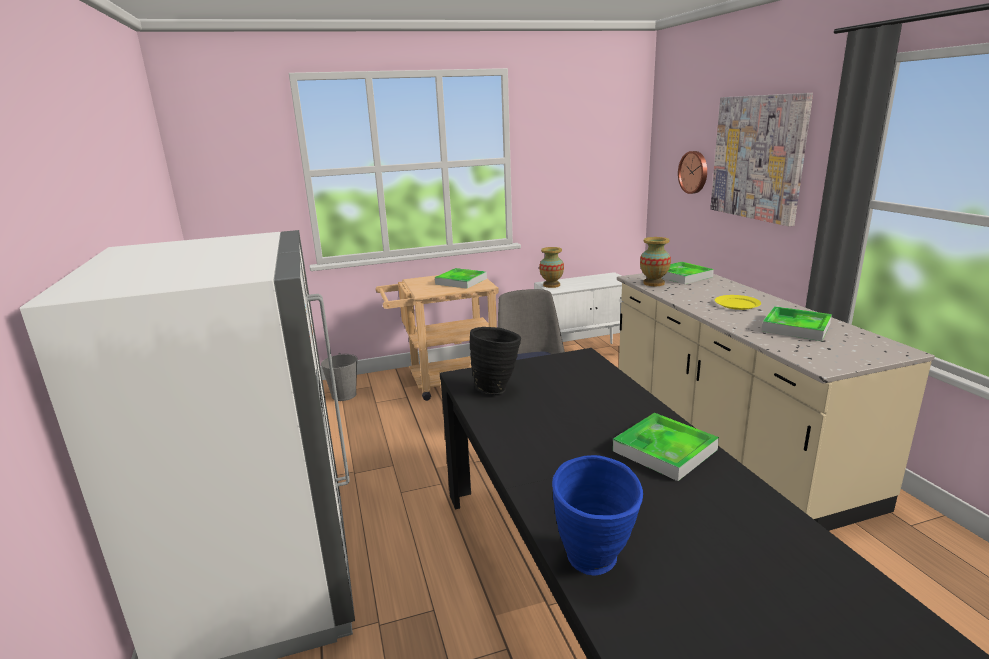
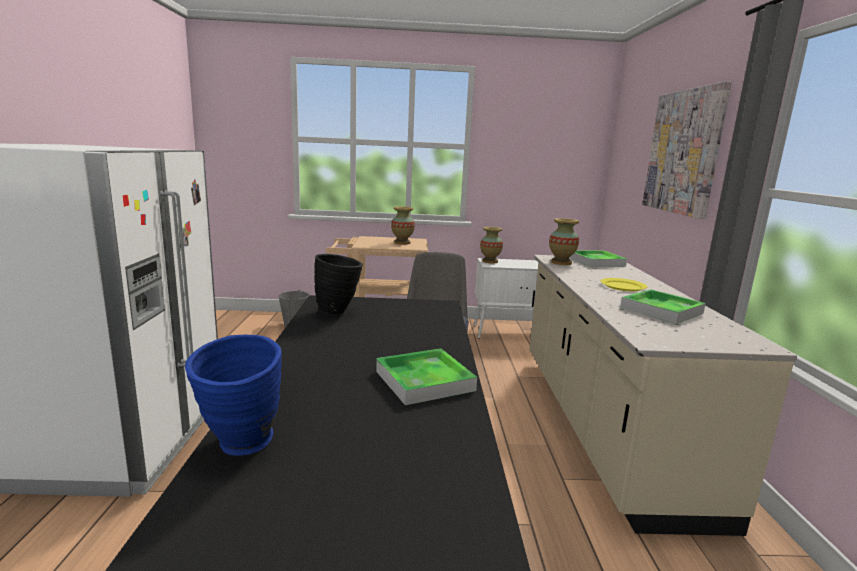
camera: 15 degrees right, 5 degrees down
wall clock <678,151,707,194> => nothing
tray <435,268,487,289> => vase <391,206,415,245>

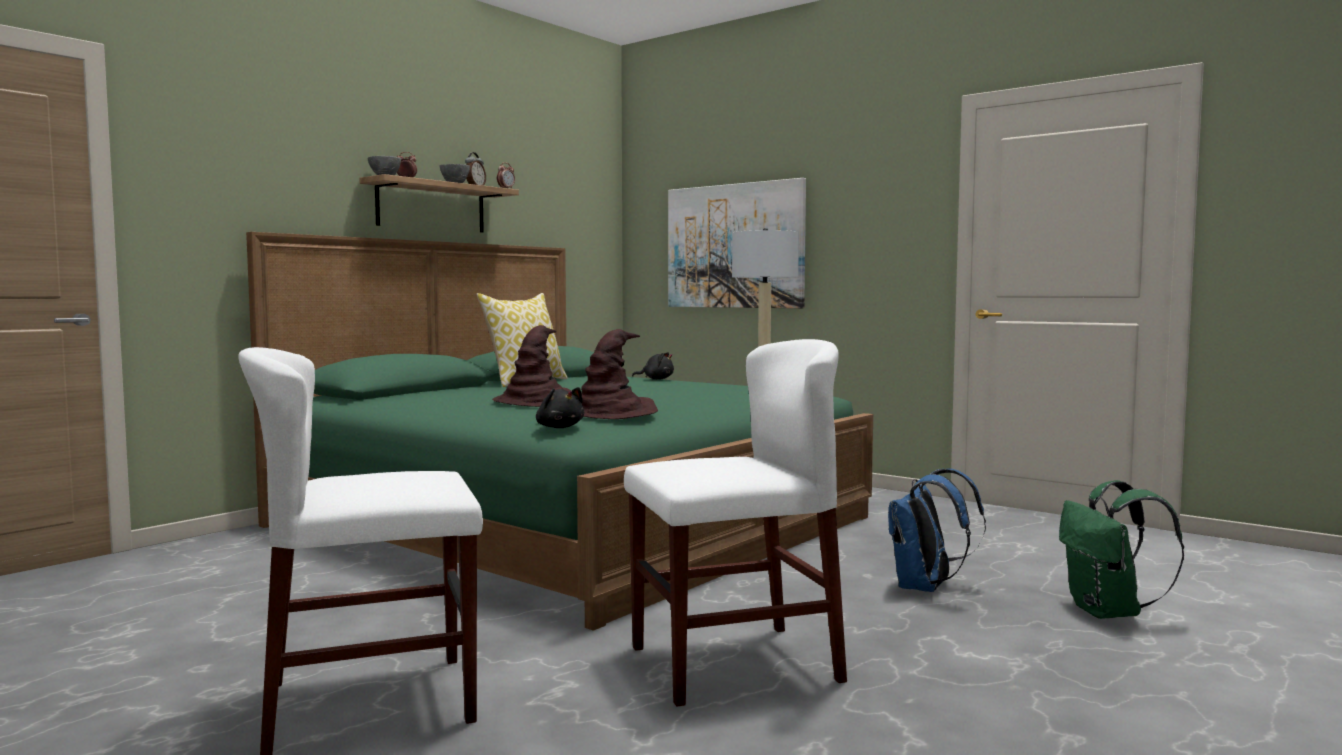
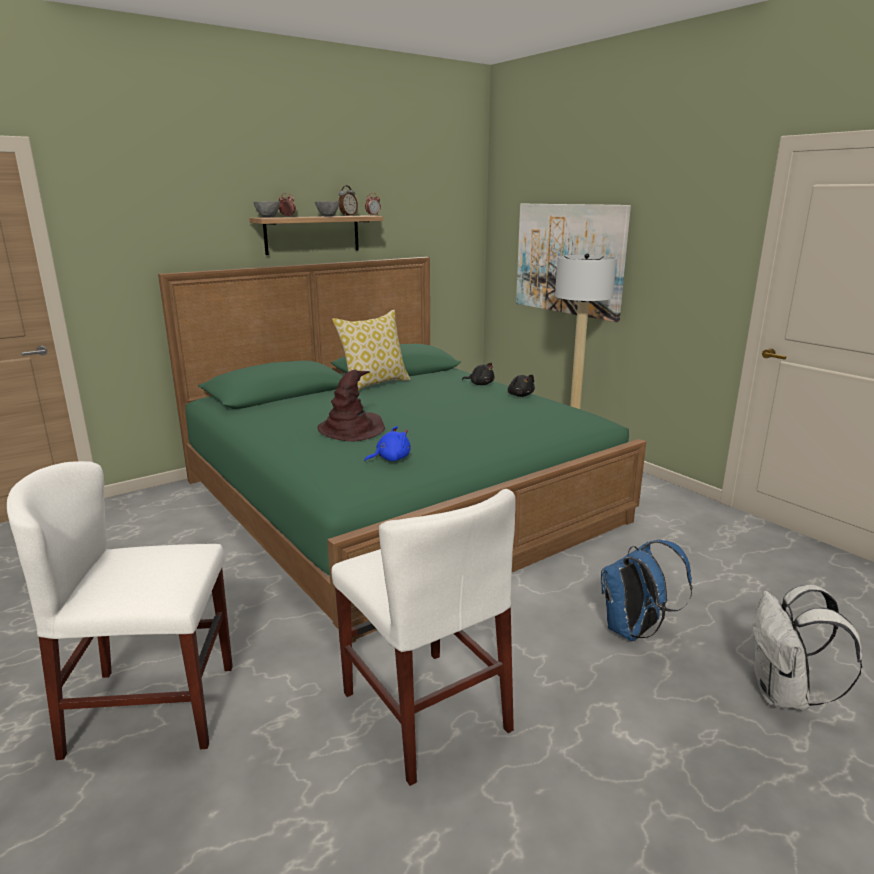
camera: 15 degrees right, 15 degrees up
black plush toy <536,387,584,428> => black plush toy <508,375,535,397>, shifted
brown hat <581,329,658,419> => blue plush toy <364,426,411,462>
green backpack <1059,480,1184,619> => white backpack <753,585,862,710>
white chair <624,339,847,707> => white chair <331,489,516,786>, 60 degrees clockwise

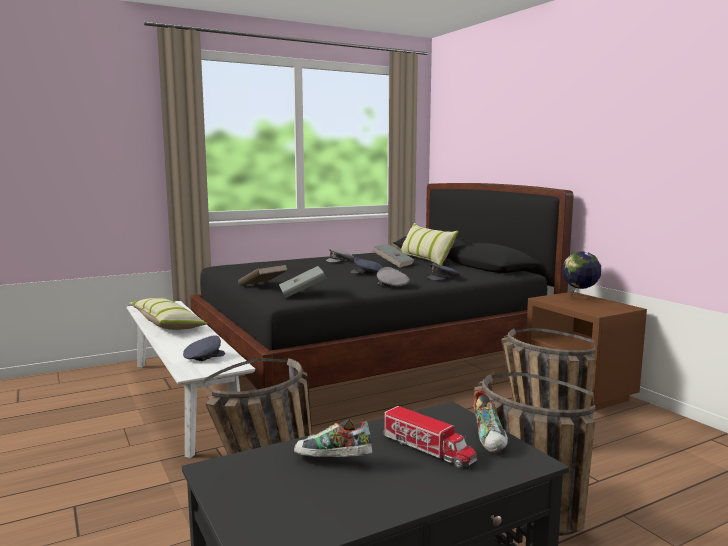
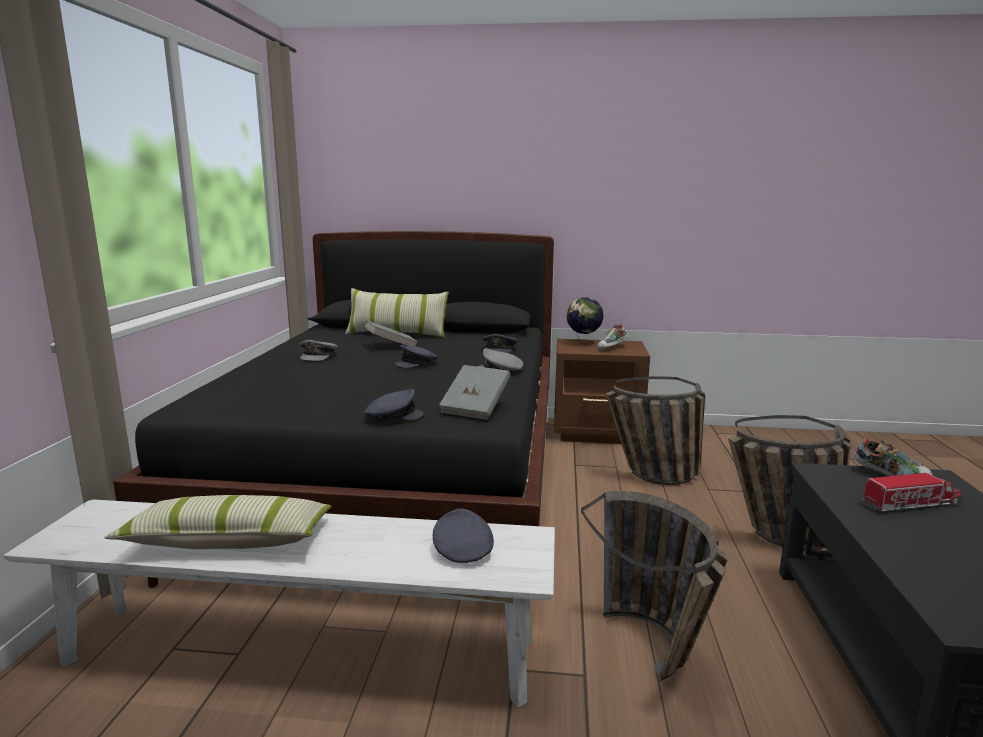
camera: 55 degrees left, 5 degrees up
shoe <294,418,372,457> => shoe <597,324,628,350>, shifted
brown book <238,264,288,286> => grey cap <364,389,424,421>

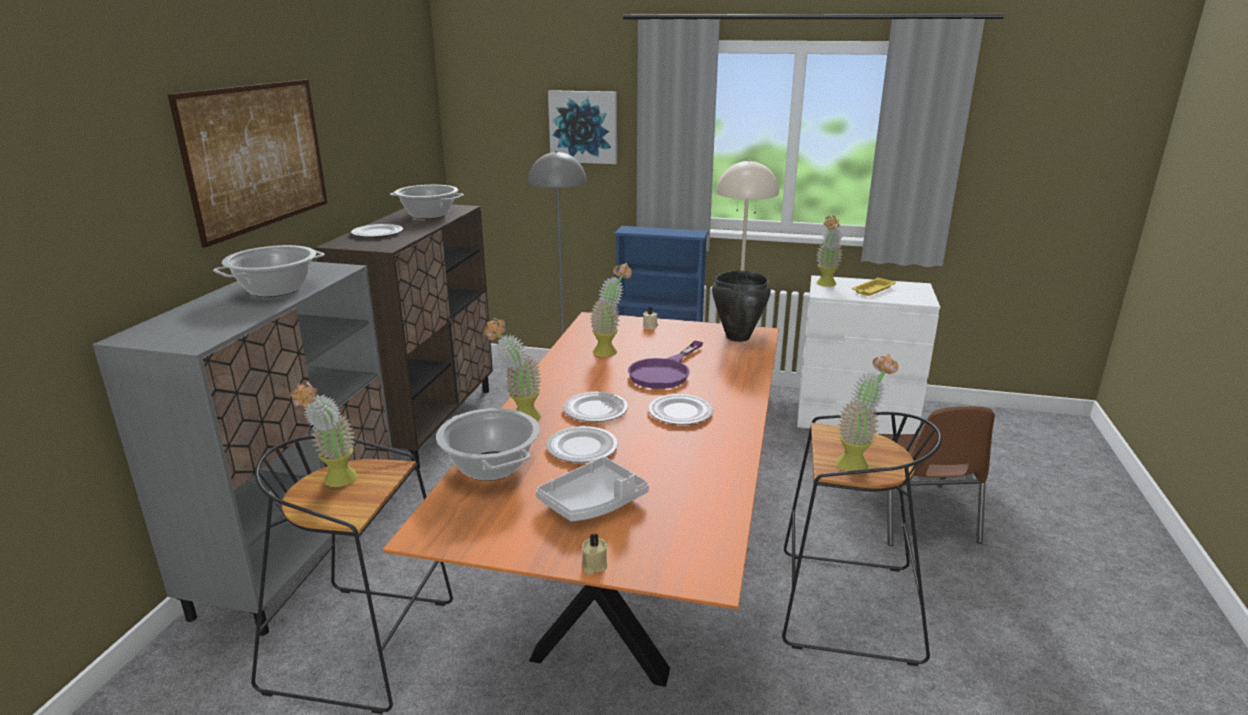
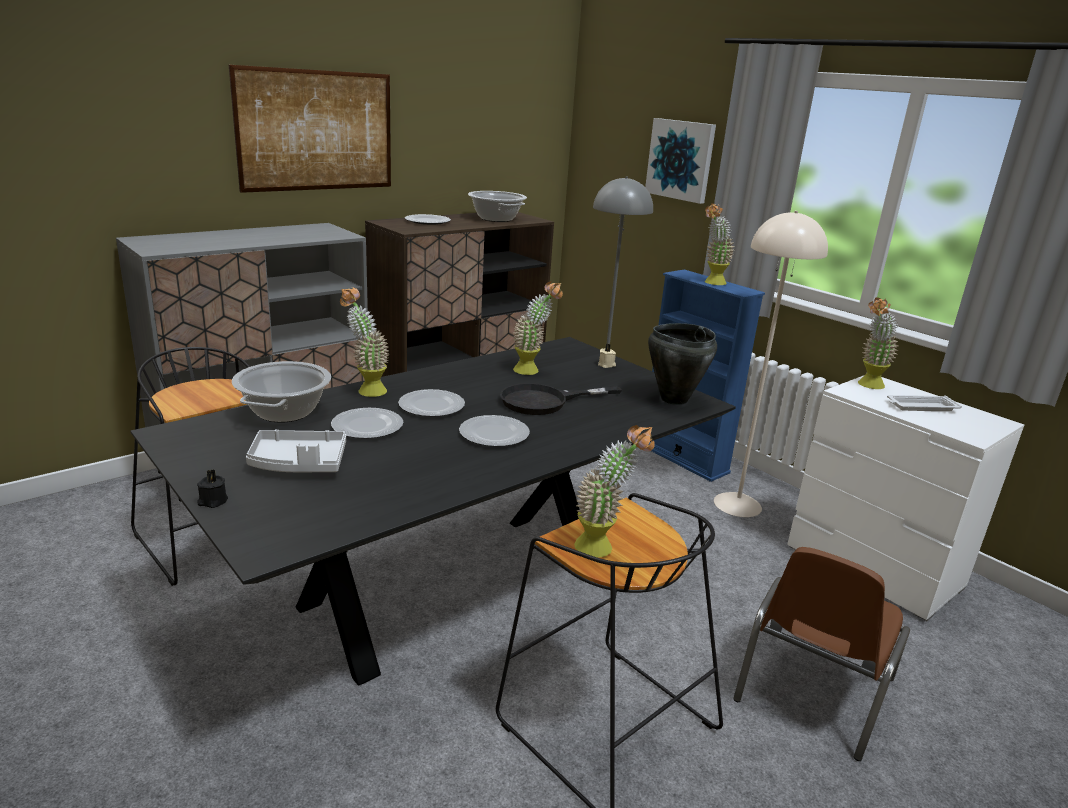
camera: 35 degrees right, 0 degrees up
cooking pot <213,245,325,297> => nothing
potted plant <289,382,358,487> => potted plant <705,203,734,285>, shifted
orange dining table <383,312,779,687> => black dining table <130,337,736,686>
beige candle <582,533,608,575> => black candle <197,469,228,508>
purple frying pan <628,341,703,389> => black frying pan <500,383,622,415>
yellow tray <852,277,896,296> => white tray <887,395,962,411>

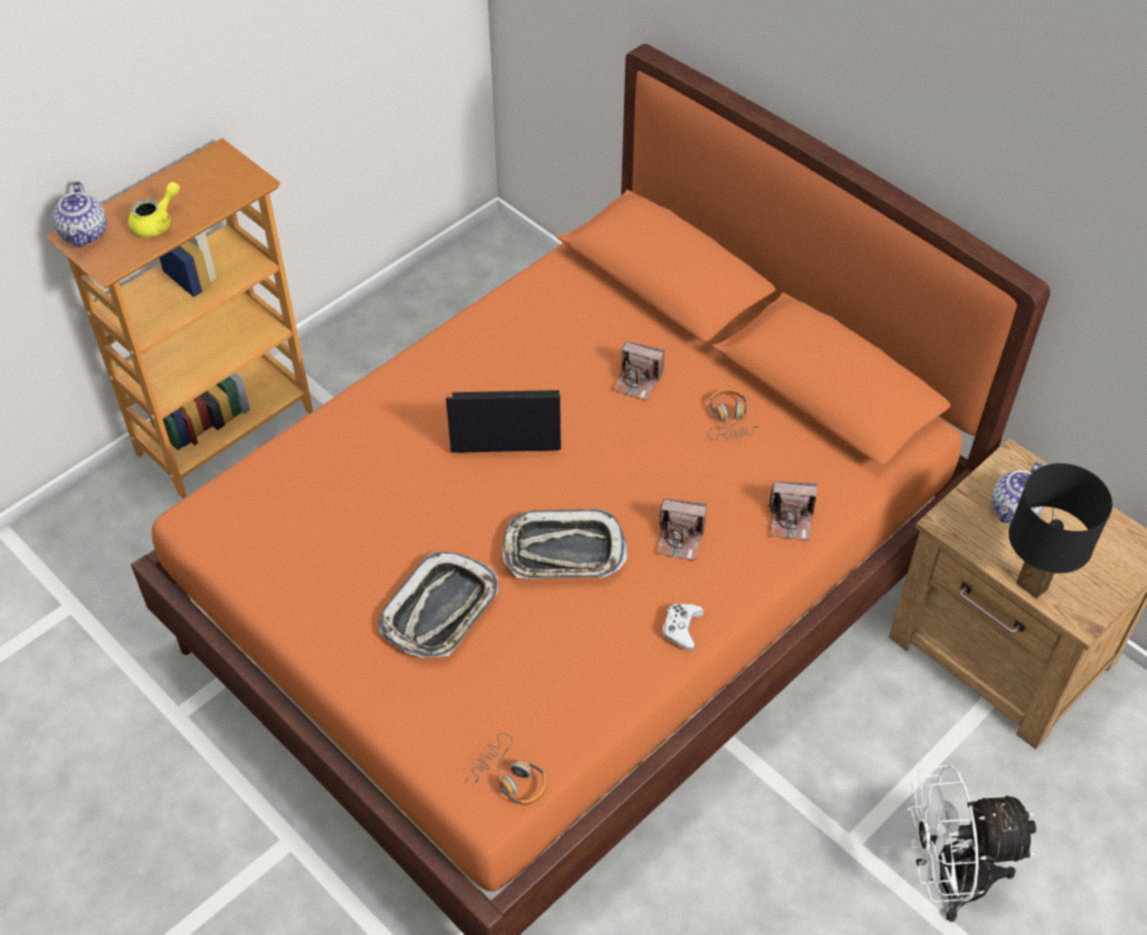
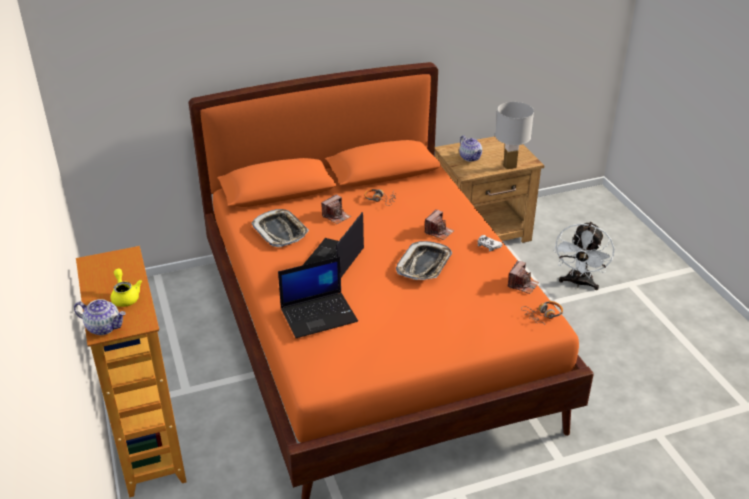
camera: 65 degrees left, 15 degrees down
nothing => laptop <278,256,358,338>
tray <379,552,498,658> => tray <251,209,309,247>, shifted
photo camera <768,482,817,540> => photo camera <508,260,539,294>, shifted
black table lamp <1009,463,1113,599> => white table lamp <495,102,534,170>

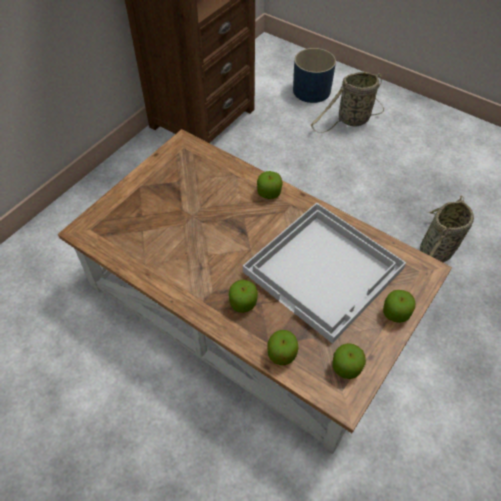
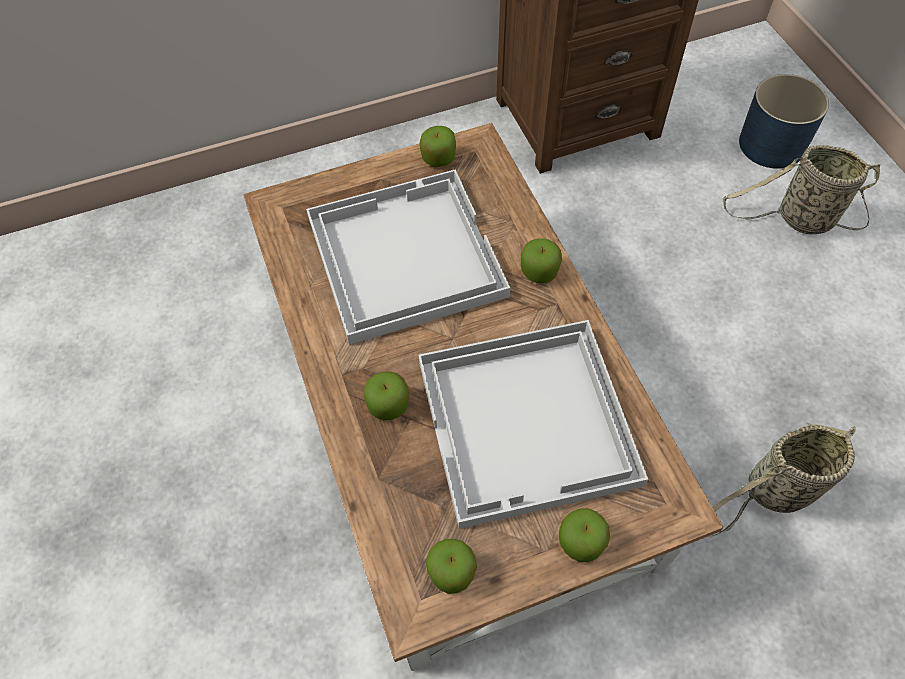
camera: 35 degrees right, 5 degrees up
nothing => white tray <306,169,510,345>
apple <267,330,299,365> => apple <419,126,456,167>, shifted

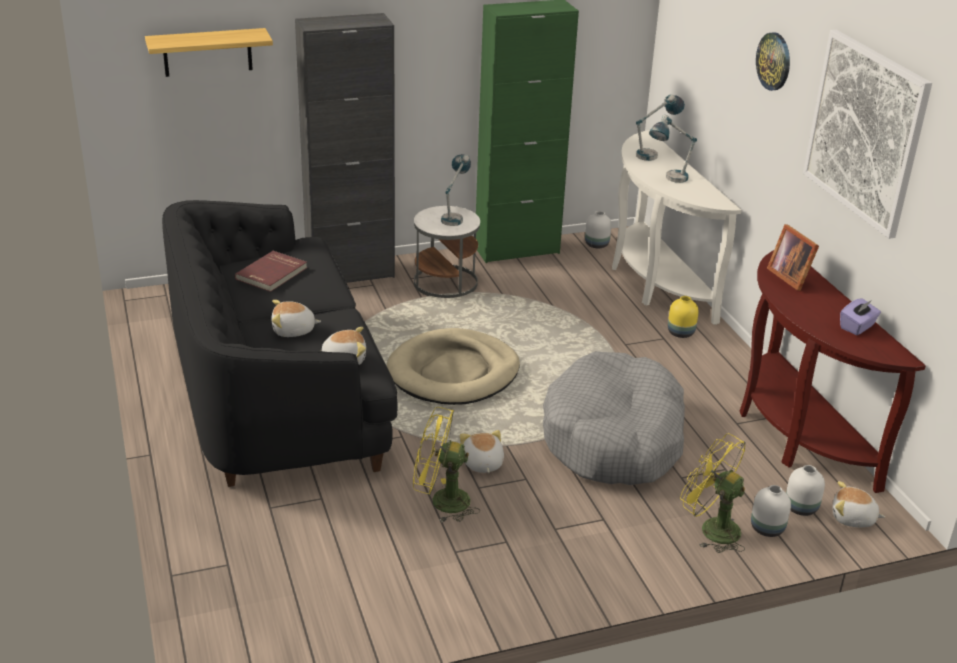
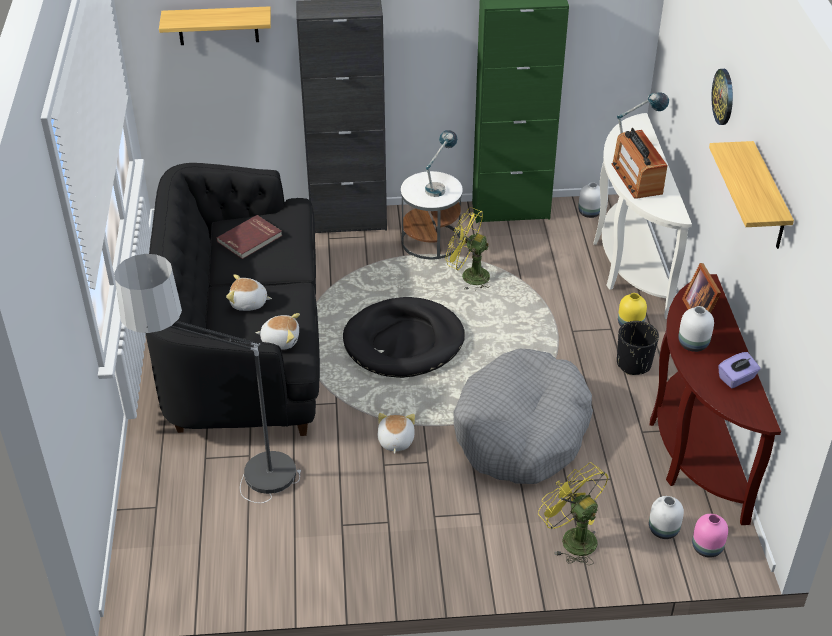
camera: 15 degrees right, 10 degrees up
nothing => floor lamp <114,254,301,503>
nothing => black planter <617,321,659,375>
yellow fan <413,407,480,522> => yellow fan <445,207,490,291>, shifted
white vase <751,485,791,537> => white vase <678,306,714,352>, shifted
table lamp <649,115,697,183> => radio <612,128,668,199>
picture <803,30,932,239> => shelf <709,141,794,249>
plush toy <833,481,885,527> => pink vase <692,514,728,558>
beige dog bed <387,328,520,405> => black dog bed <343,297,465,378>

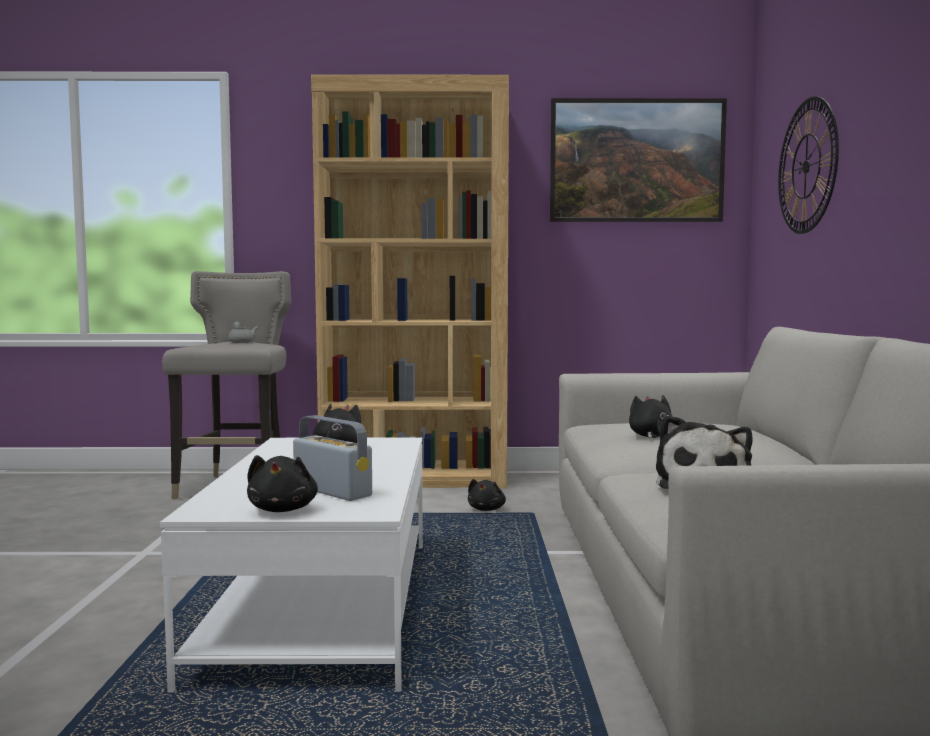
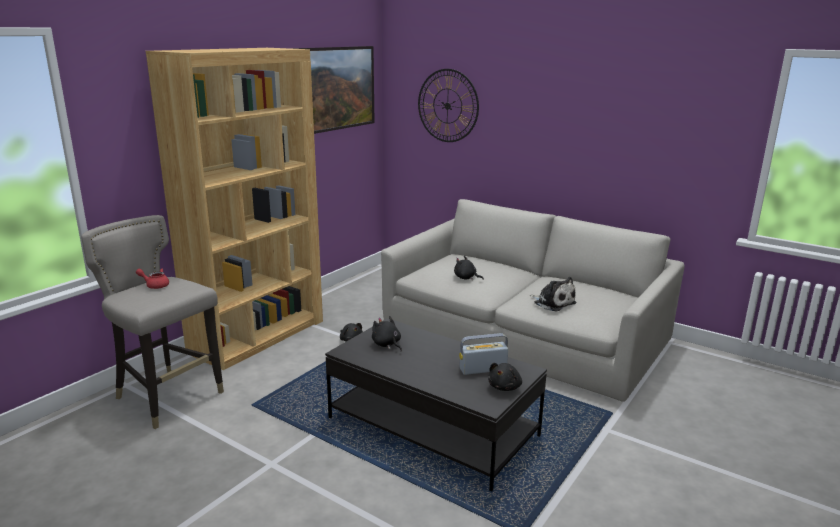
camera: 55 degrees left, 15 degrees up
white coffee table <160,437,423,692> => black coffee table <325,318,547,492>
grey teapot <228,322,258,343> => red teapot <136,269,169,289>
black plush toy <247,455,318,512> => black plush toy <488,363,522,391>, 90 degrees clockwise

